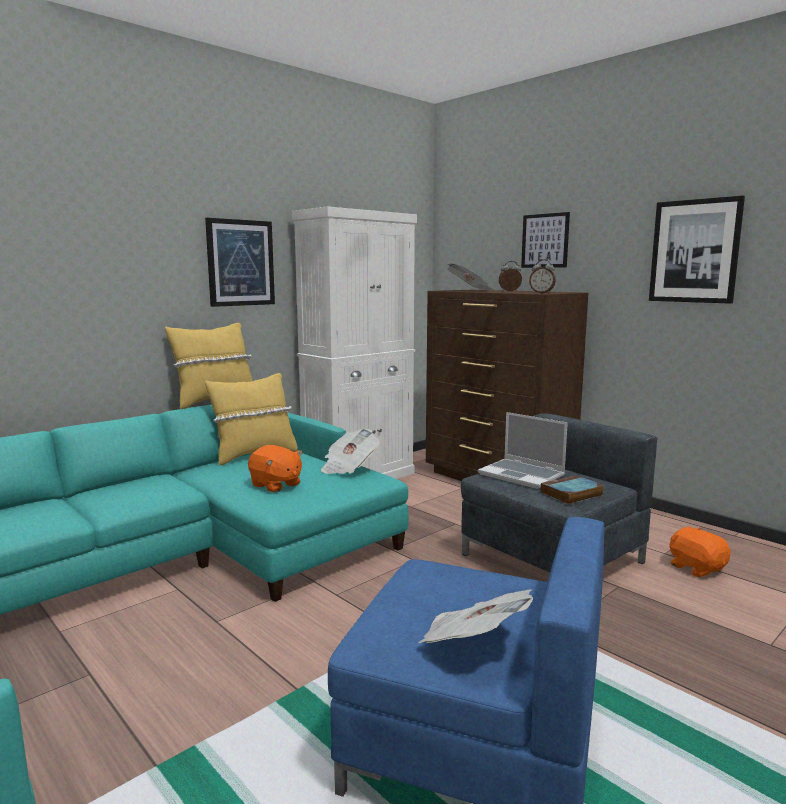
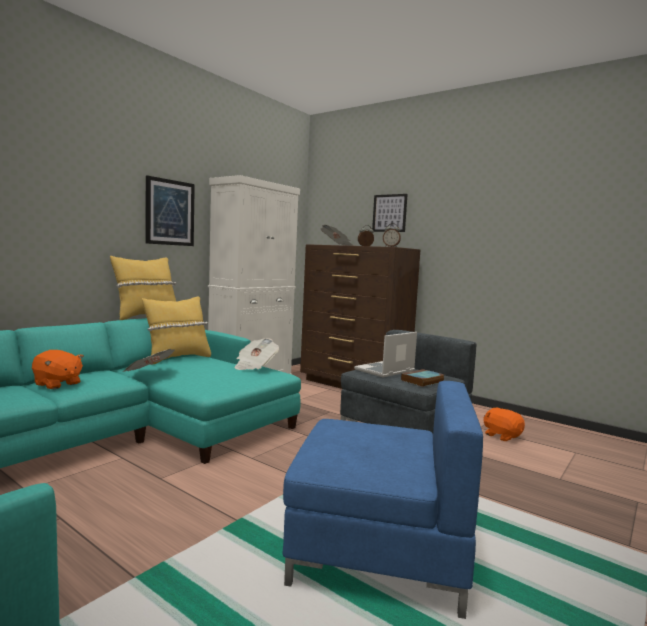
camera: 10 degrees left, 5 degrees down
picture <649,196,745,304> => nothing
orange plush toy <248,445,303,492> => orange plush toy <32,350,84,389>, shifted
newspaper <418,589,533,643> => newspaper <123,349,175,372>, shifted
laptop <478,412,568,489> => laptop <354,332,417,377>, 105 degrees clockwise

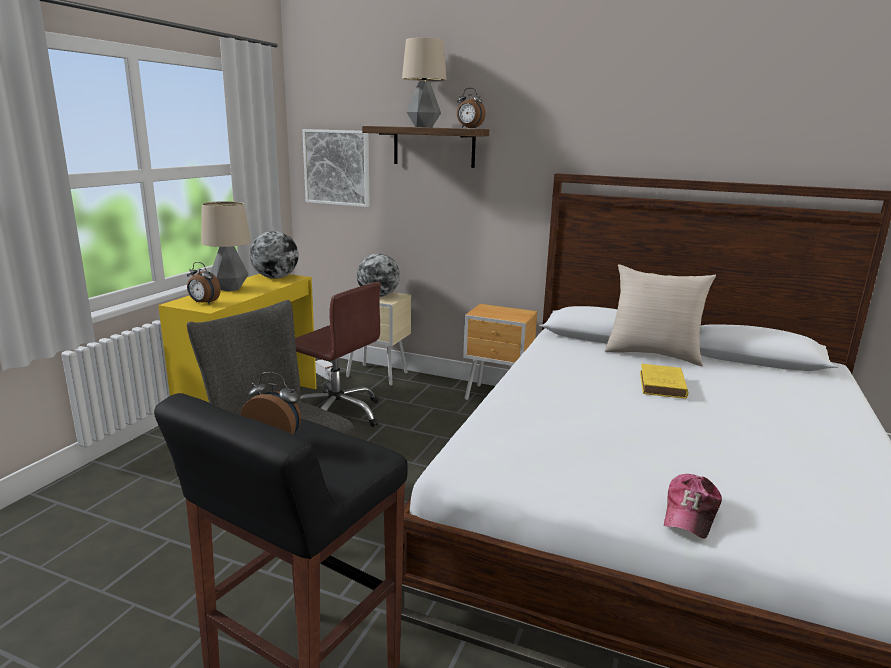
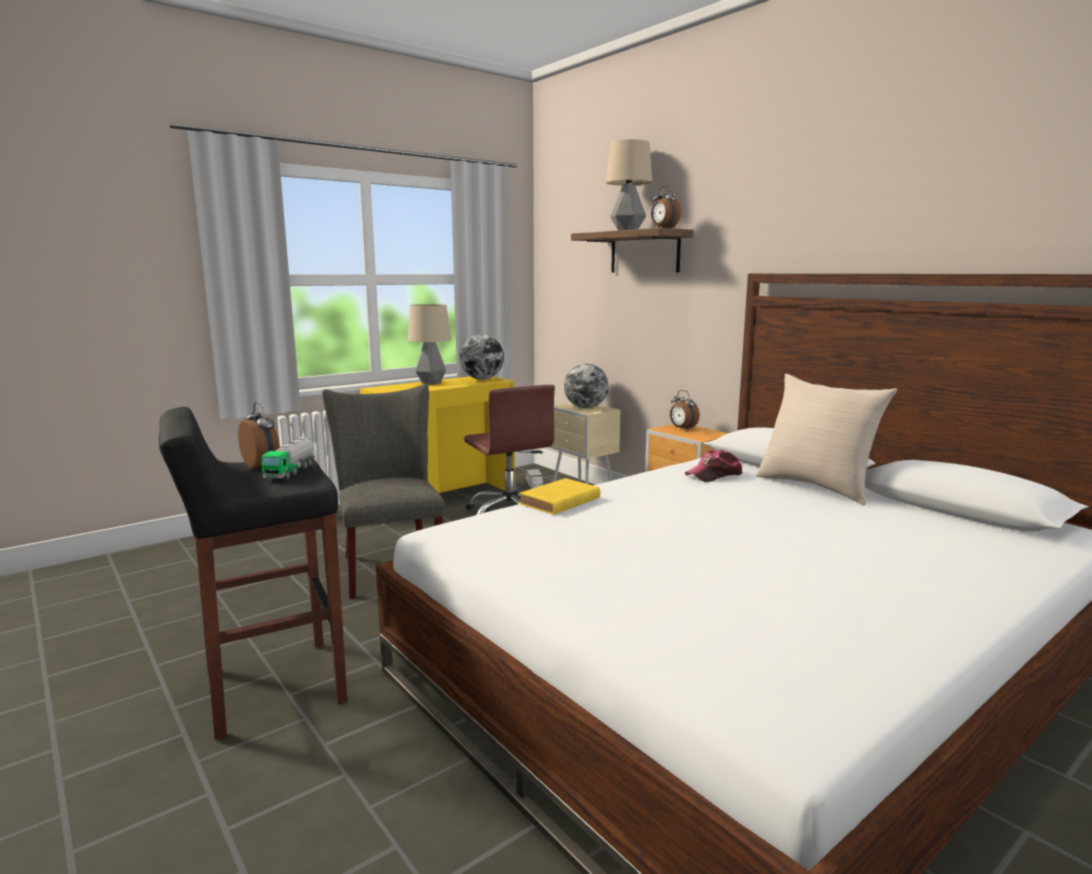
camera: 30 degrees right, 5 degrees down
picture <302,129,370,207> => nothing
nothing => toy truck <260,437,315,480>
alarm clock <187,262,221,305> => alarm clock <670,390,700,430>, shifted
yellow book <640,364,688,399> => yellow book <519,478,600,515>, shifted
cap <664,474,722,539> => cap <685,450,743,482>, shifted

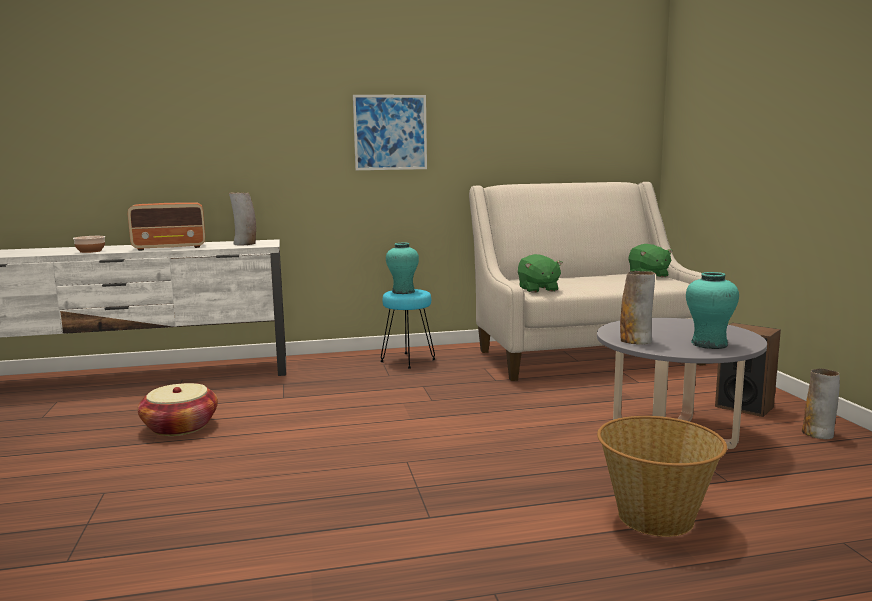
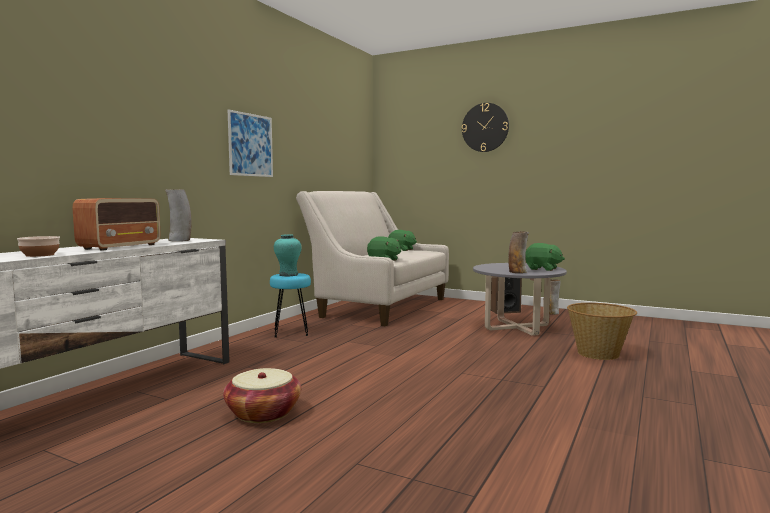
camera: 50 degrees left, 5 degrees down
nothing => wall clock <462,103,509,152>
turquoise vase <686,272,739,349> => green plush toy <525,243,565,271>

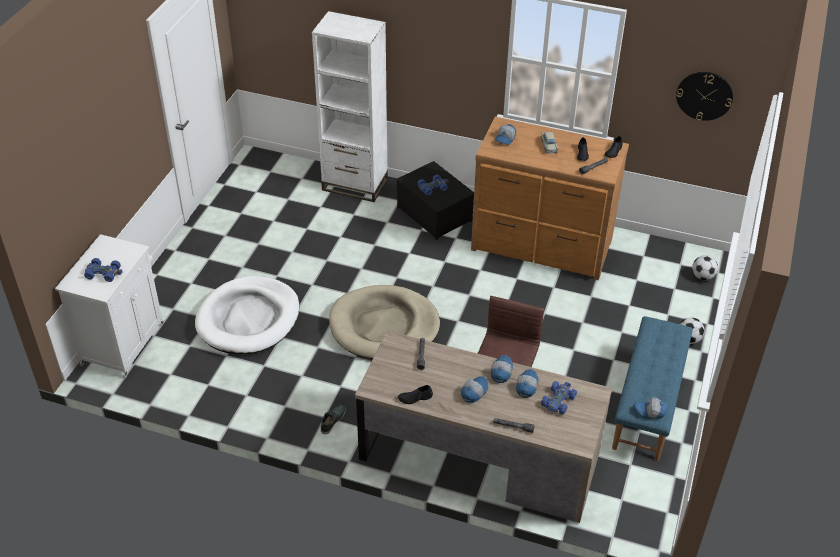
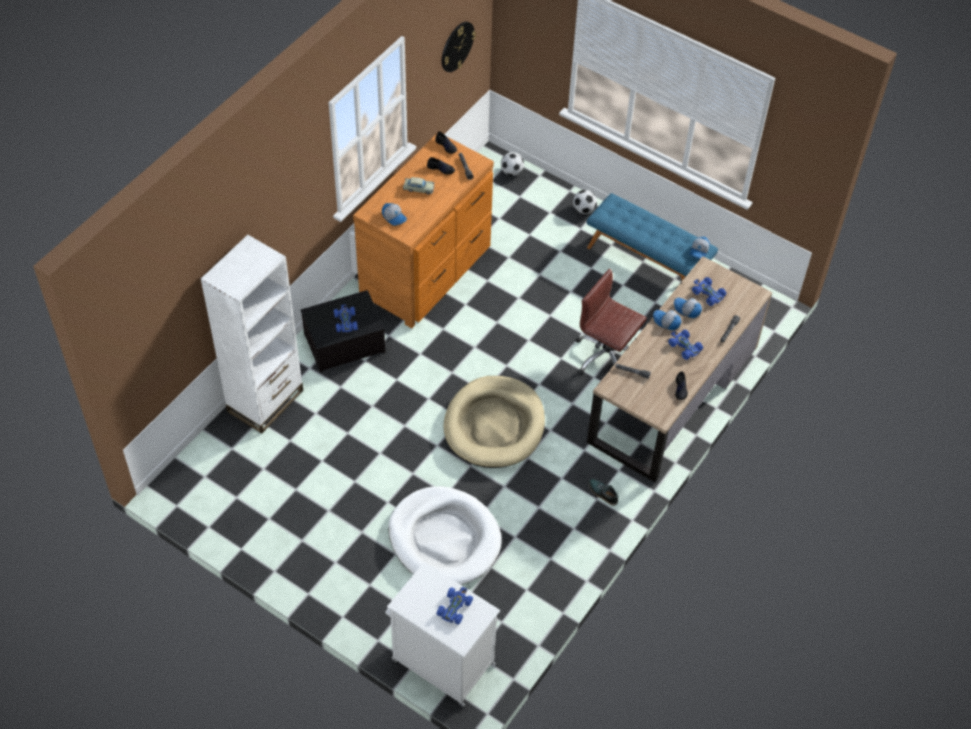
camera: 75 degrees left, 10 degrees up
cap <461,376,488,403> => blue toy car <668,330,703,360>

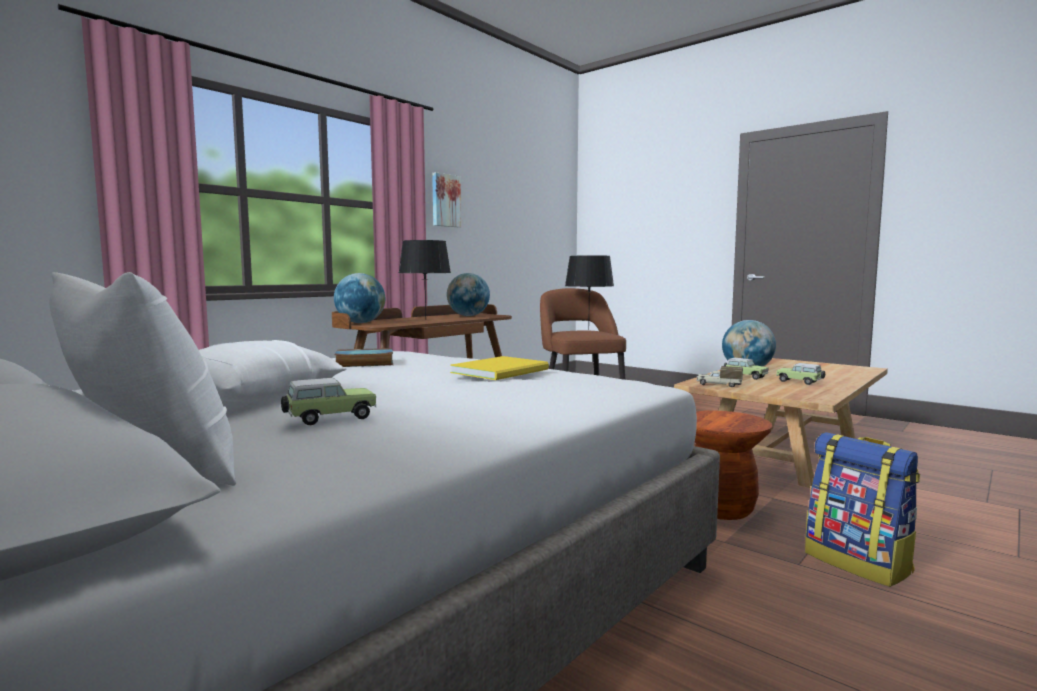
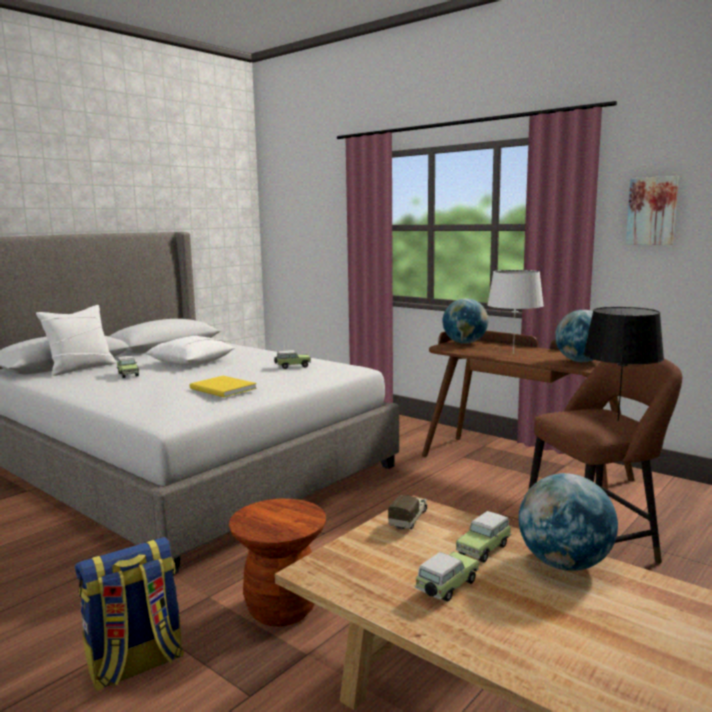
camera: 90 degrees right, 5 degrees up
book <335,348,393,367> => toy car <274,350,311,369>
black table lamp <399,240,451,320> => white table lamp <487,270,544,354>

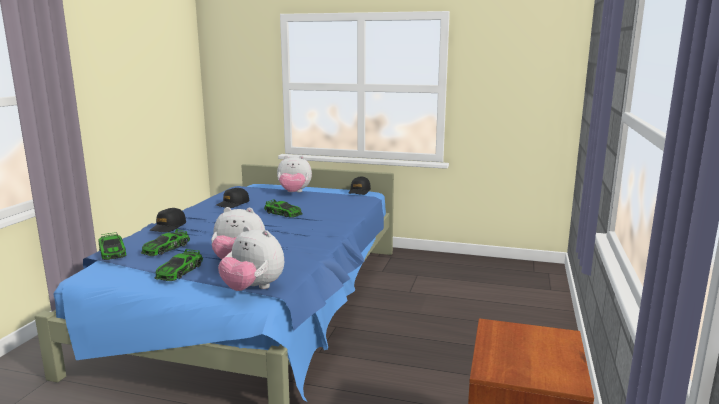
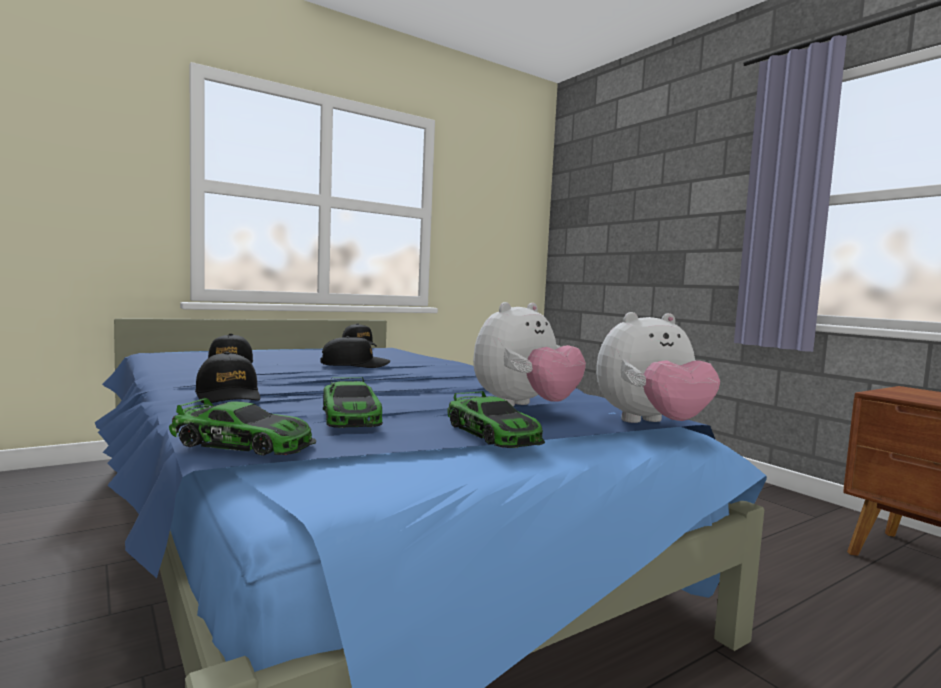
camera: 50 degrees left, 10 degrees down
plush toy <277,156,312,192> => nothing
toy car <264,199,303,218> => black cap <320,336,390,368>

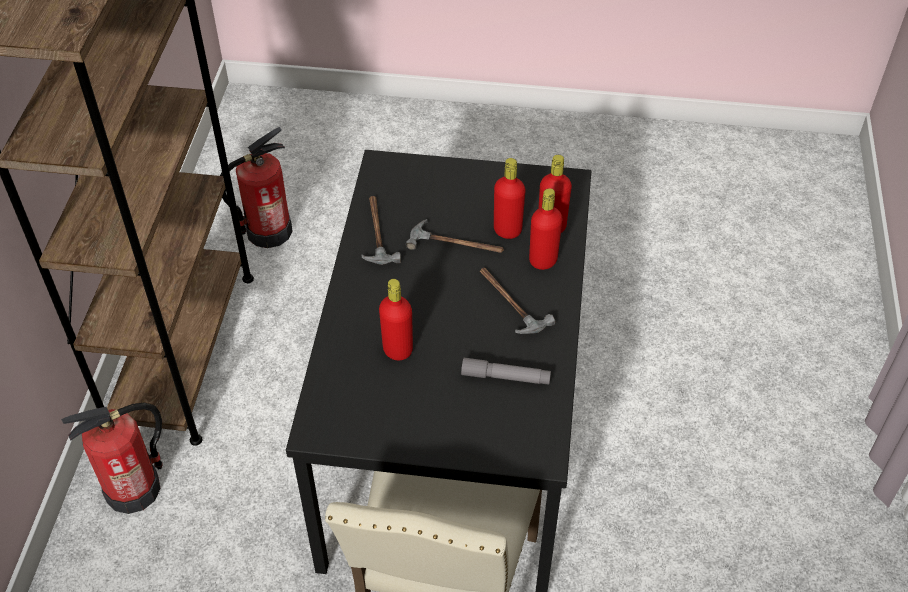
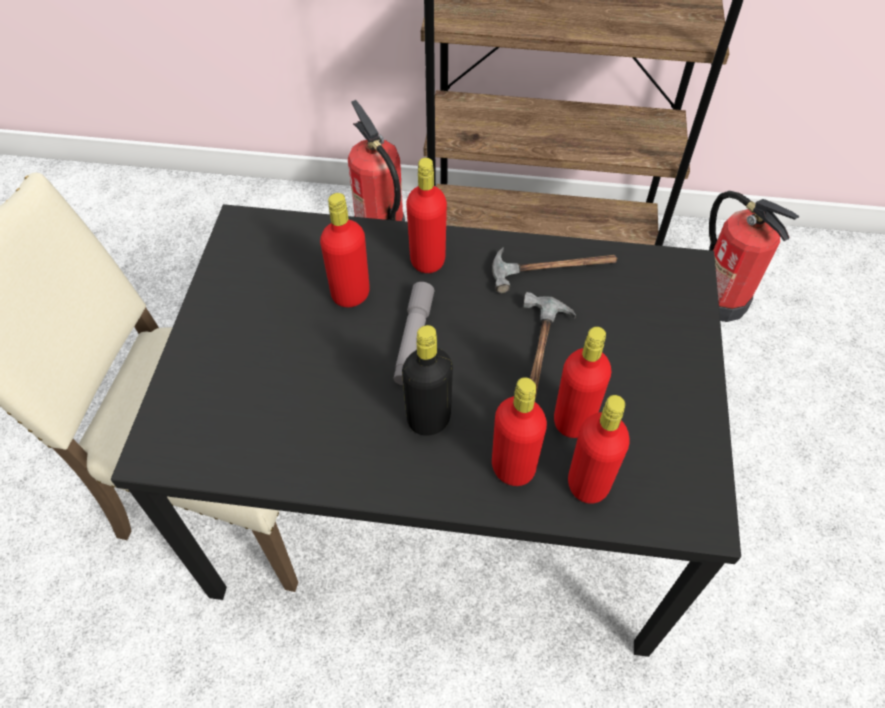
camera: 90 degrees right, 5 degrees up
nothing => red bottle <406,157,447,273>
grey flashlight <461,358,551,385> => grey flashlight <393,282,435,385>, shifted
hammer <480,268,555,334> => black bottle <402,325,453,436>

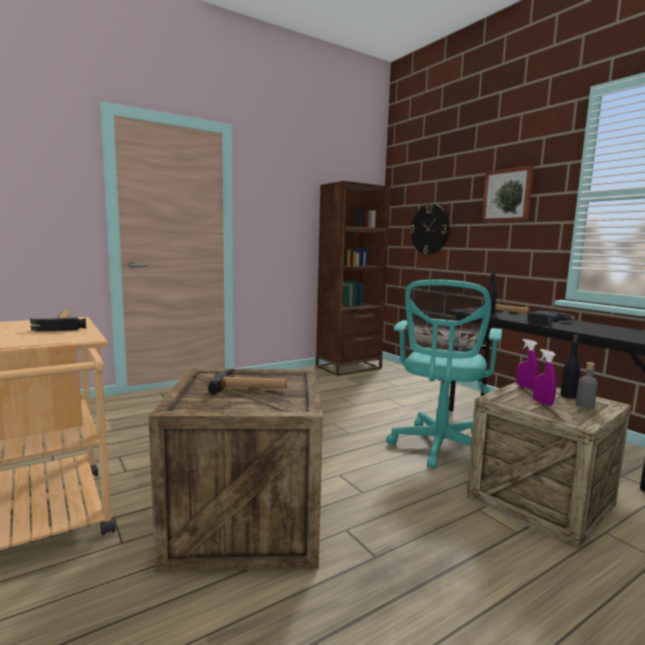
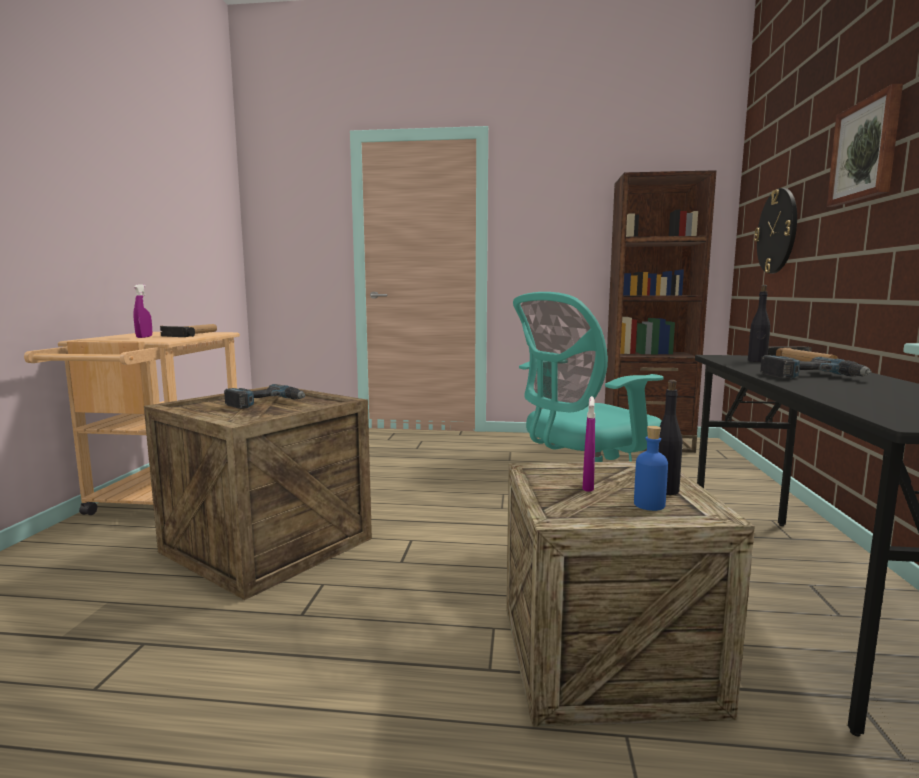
camera: 40 degrees right, 0 degrees up
purple spray bottle <516,339,538,390> => purple spray bottle <134,284,152,338>, shifted
hammer <208,369,287,394> => power drill <224,384,305,409>
grey bottle <576,362,598,409> => blue bottle <634,426,668,511>

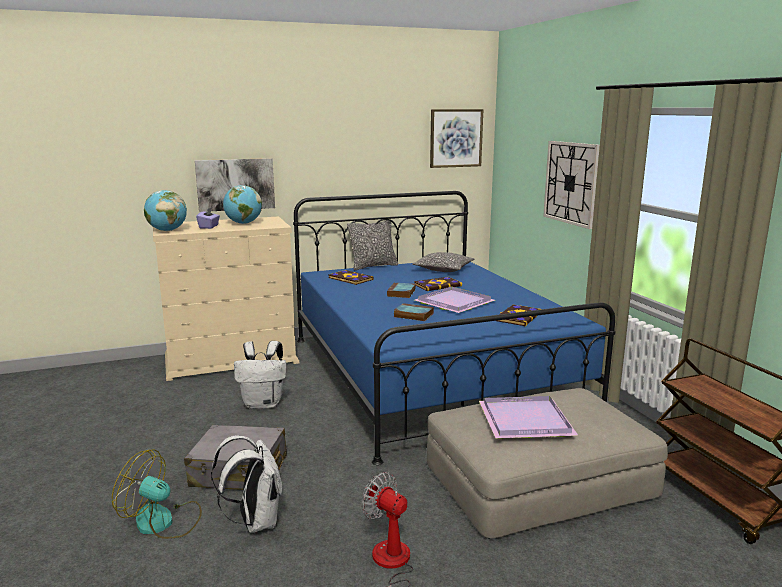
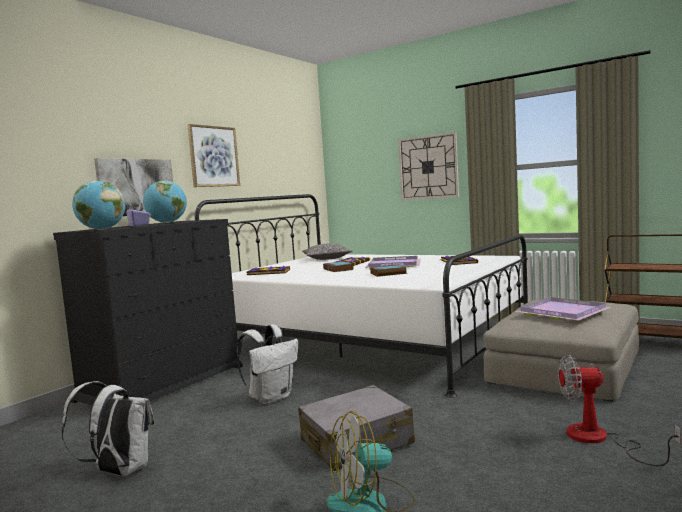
camera: 35 degrees left, 10 degrees down
pillow <347,220,398,270> => nothing
white backpack <211,435,282,533> => white backpack <61,381,154,477>, shifted
picture <430,109,483,168> => picture <188,124,240,187>, shifted
beige dresser <153,216,299,381> => black dresser <53,219,243,406>
blue bed <293,191,615,465> => white bed <195,194,528,397>

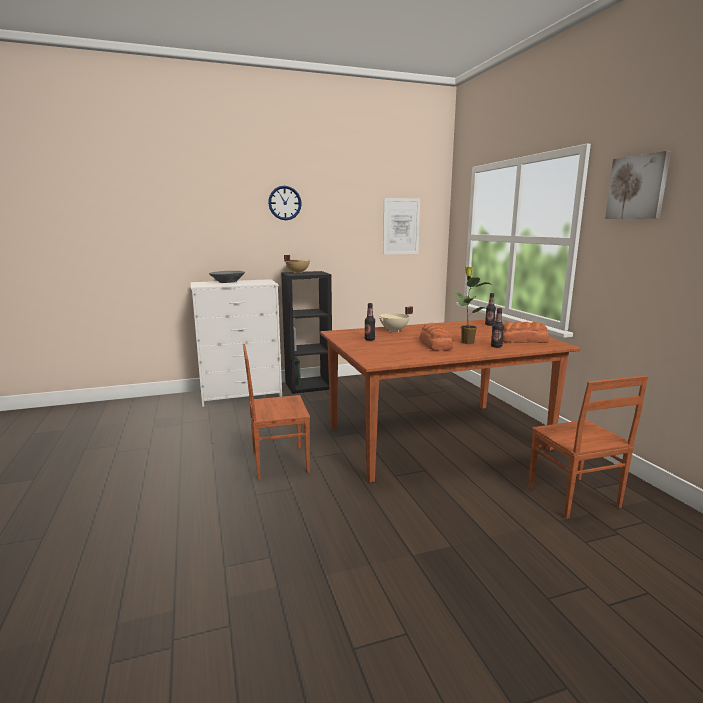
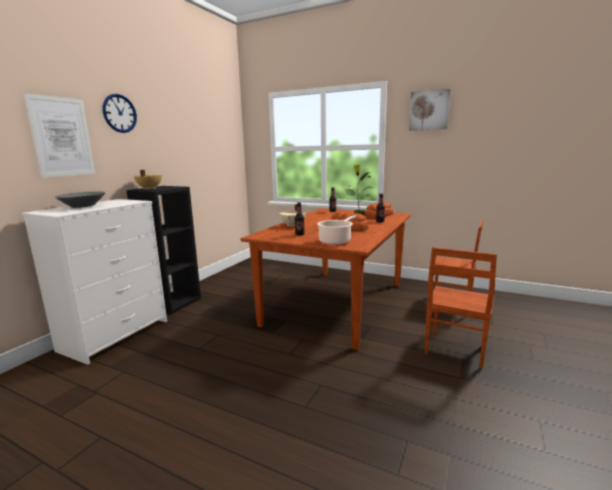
camera: 45 degrees left, 0 degrees up
nothing => cooking pot <317,215,356,245>
brown chair <243,344,310,480> => brown chair <424,247,497,369>, shifted
picture <383,198,420,255> => picture <23,93,95,177>, shifted

